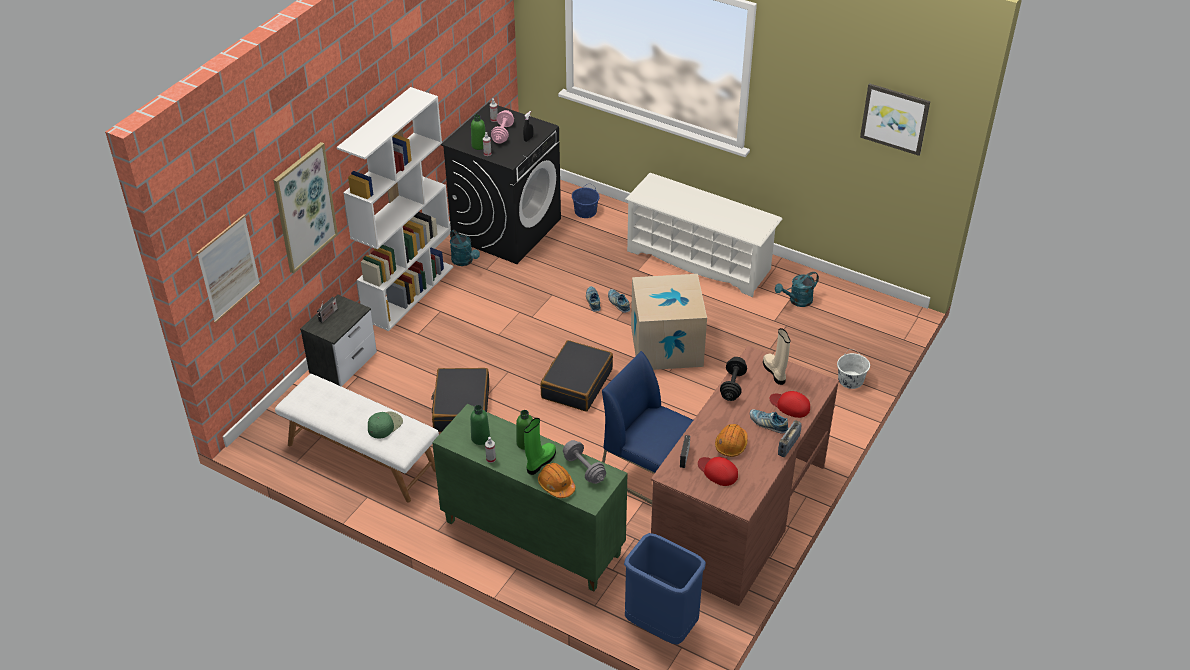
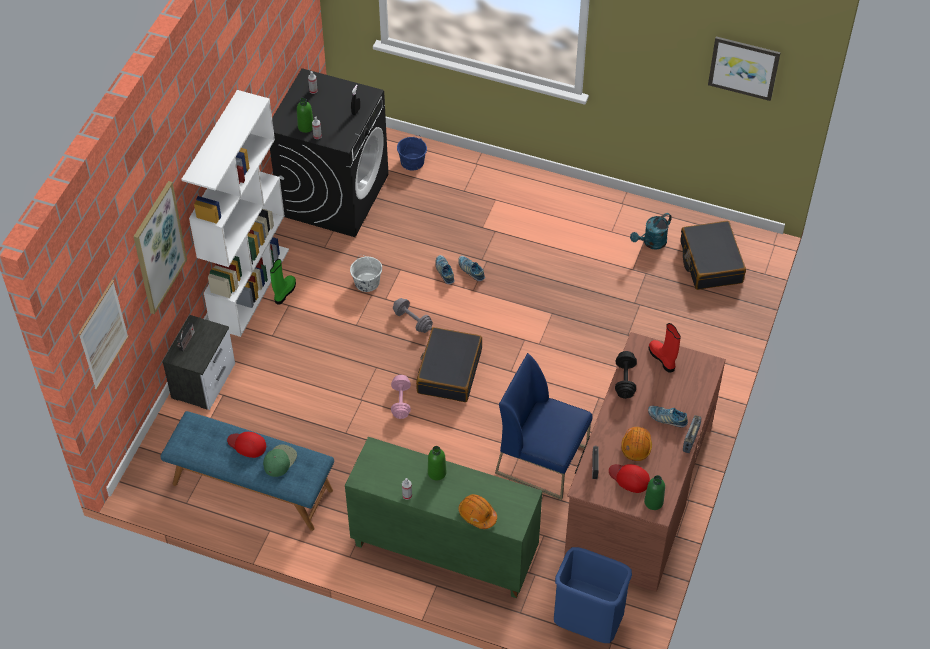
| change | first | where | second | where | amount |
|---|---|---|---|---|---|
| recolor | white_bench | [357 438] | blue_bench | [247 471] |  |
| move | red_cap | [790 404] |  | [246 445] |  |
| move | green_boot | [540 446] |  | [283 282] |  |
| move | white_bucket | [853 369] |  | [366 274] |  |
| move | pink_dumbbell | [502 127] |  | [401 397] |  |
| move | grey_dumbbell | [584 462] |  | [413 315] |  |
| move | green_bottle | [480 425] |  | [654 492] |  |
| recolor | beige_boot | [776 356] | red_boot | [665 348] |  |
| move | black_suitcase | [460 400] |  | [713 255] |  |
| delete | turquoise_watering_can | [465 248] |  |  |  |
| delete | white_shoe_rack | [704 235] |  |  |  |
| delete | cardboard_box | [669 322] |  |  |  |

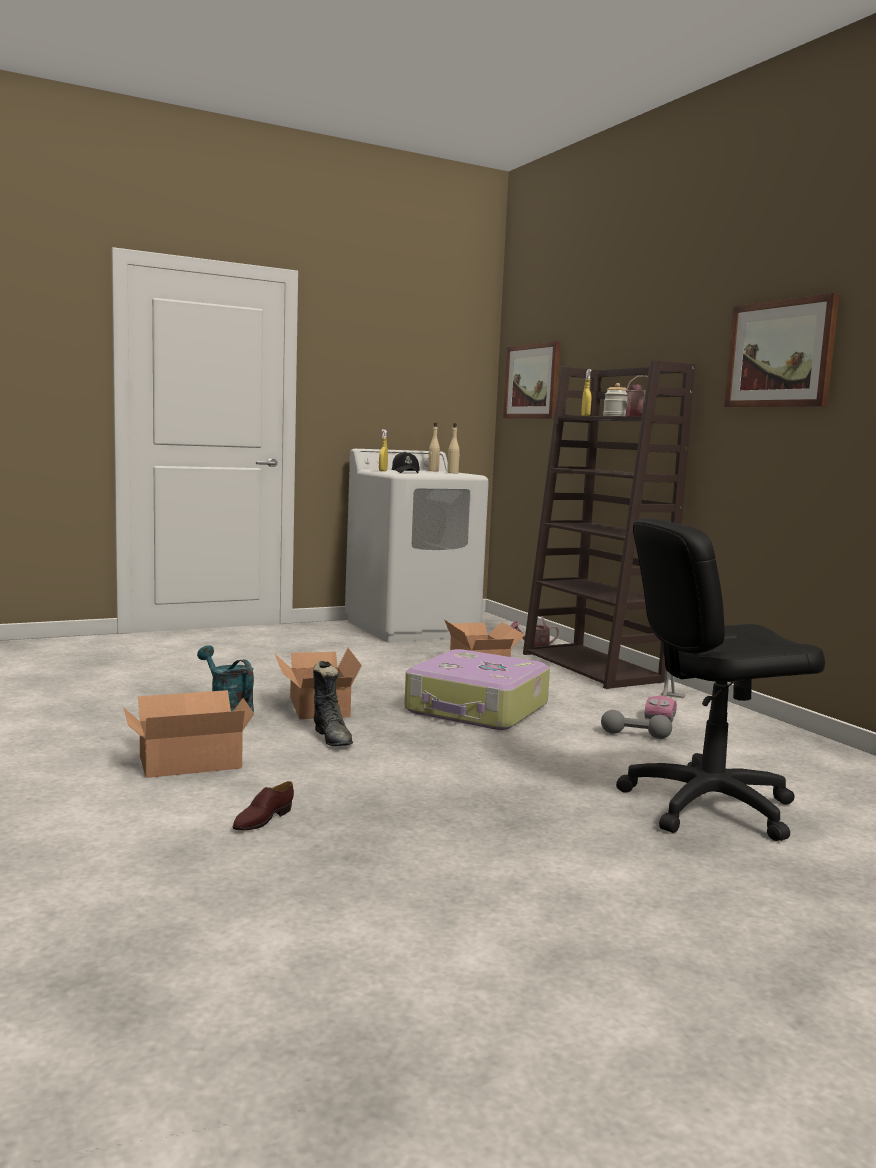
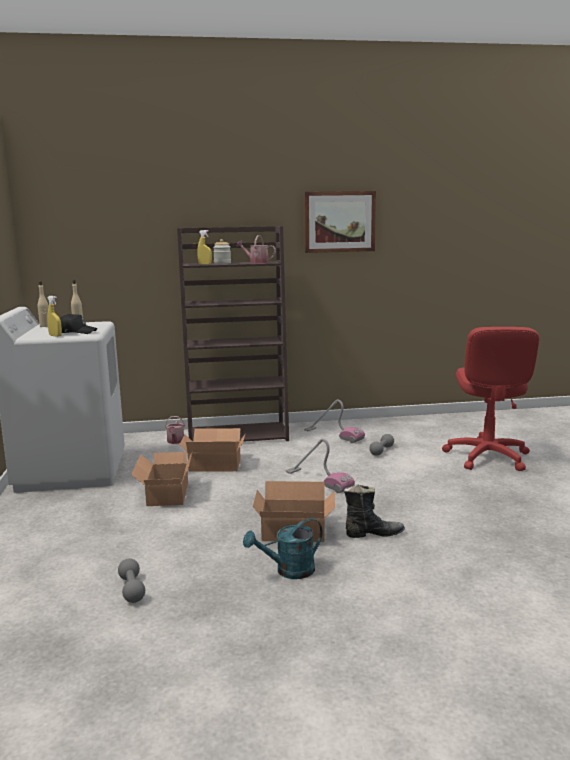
| change | first | where | second | where | amount |
|---|---|---|---|---|---|
| insert |  |  | grey_dumbbell | [131 580] |  |
| move | cardboard_box | [189 734] |  | [162 478] |  |
| replace | suitcase | [477 689] | vacuum_cleaner | [320 465] |  |
| recolor | black_office_chair | [720 679] | red_office_chair | [490 399] |  |
| delete | brown_shoe | [263 805] |  |  |  |
| delete | picture | [532 380] |  |  |  |

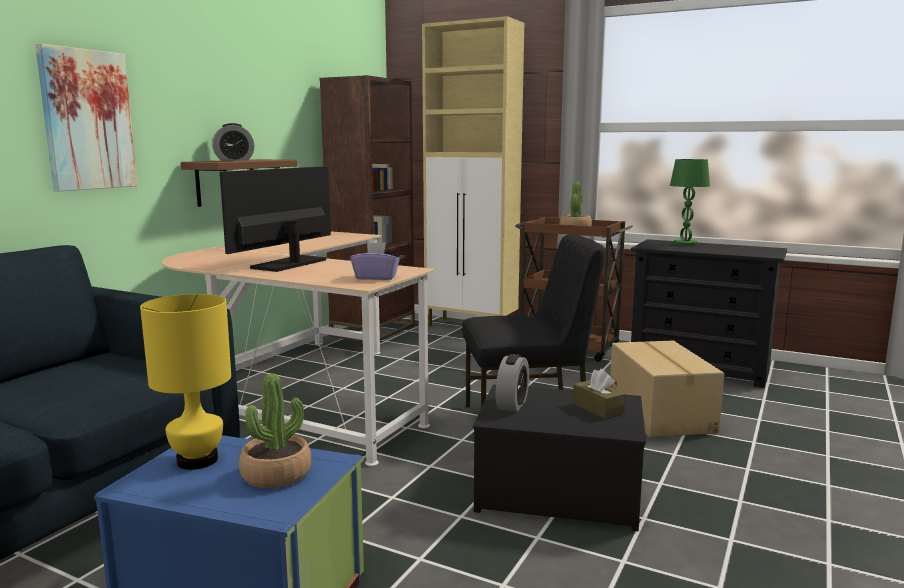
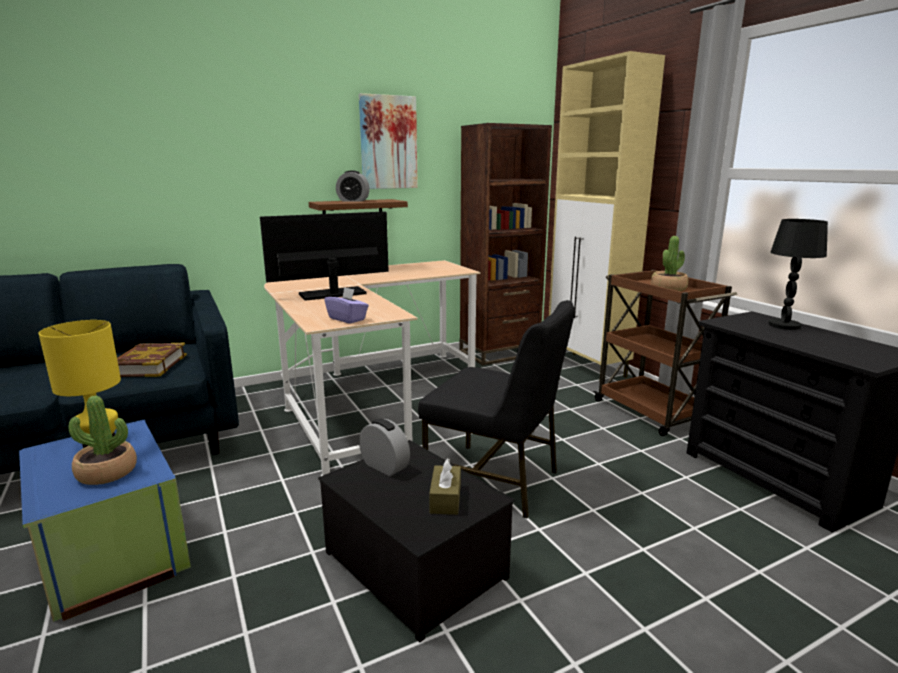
| change | first | where | second | where | amount |
|---|---|---|---|---|---|
| insert |  |  | book | [152 360] |  |
| move | picture | [86 117] |  | [388 141] |  |
| rotate | alarm_clock | [512 383] |  | [384 447] | 105 degrees counterclockwise |
| recolor | green_table_lamp | [690 202] | black_table_lamp | [798 274] |  |
| delete | cardboard_box | [667 389] |  |  |  |

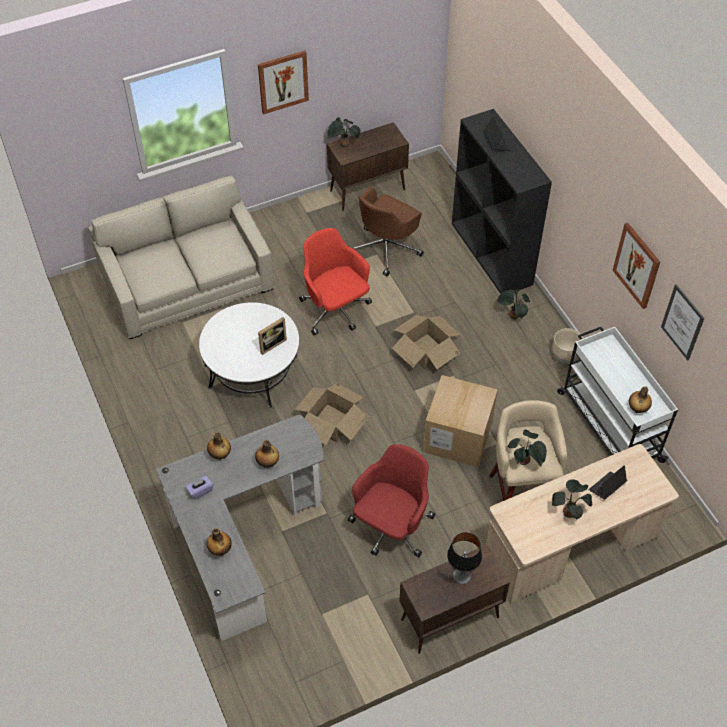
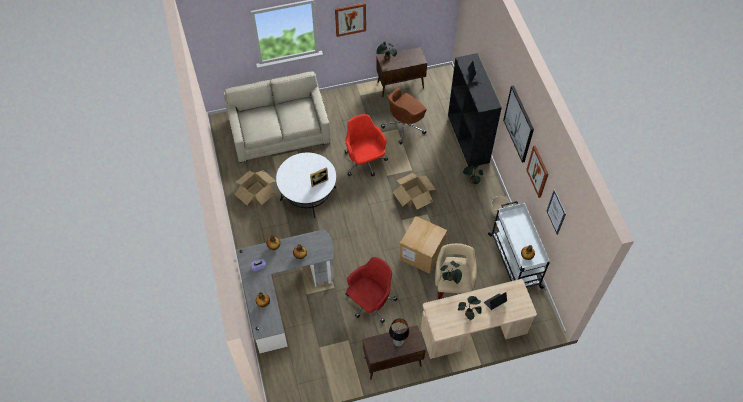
| change | first | where | second | where | amount |
|---|---|---|---|---|---|
| move | cardboard_box | [331 414] |  | [255 187] |  |
| insert |  |  | picture | [518 124] |  |

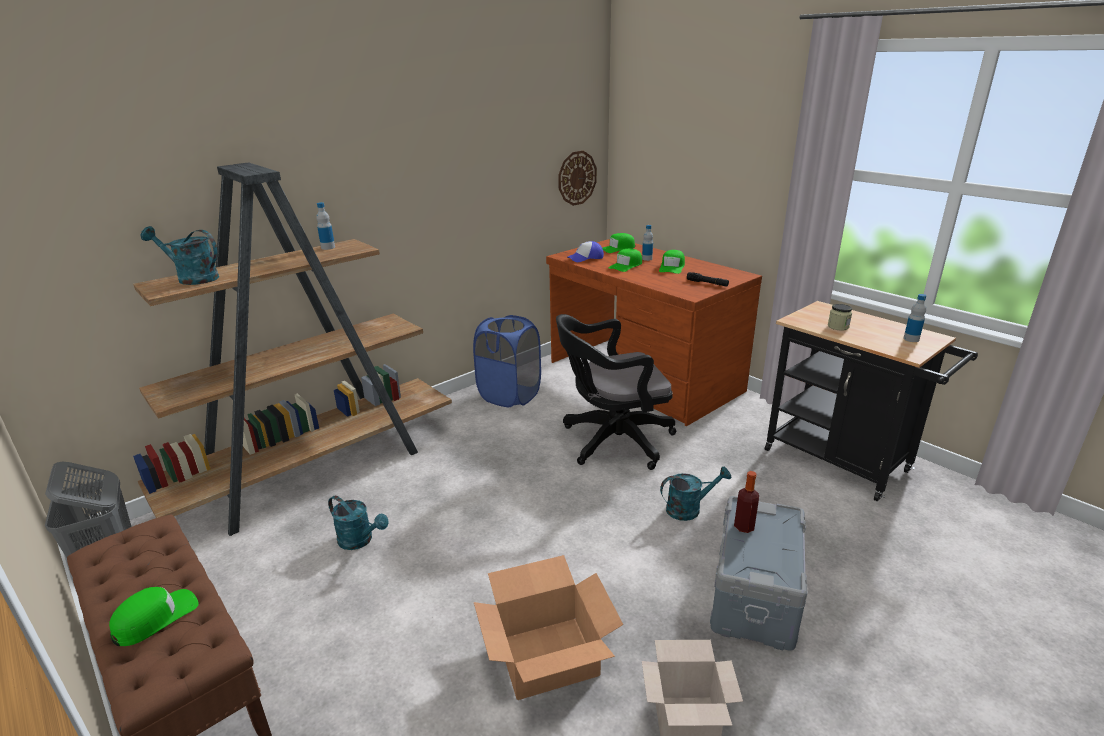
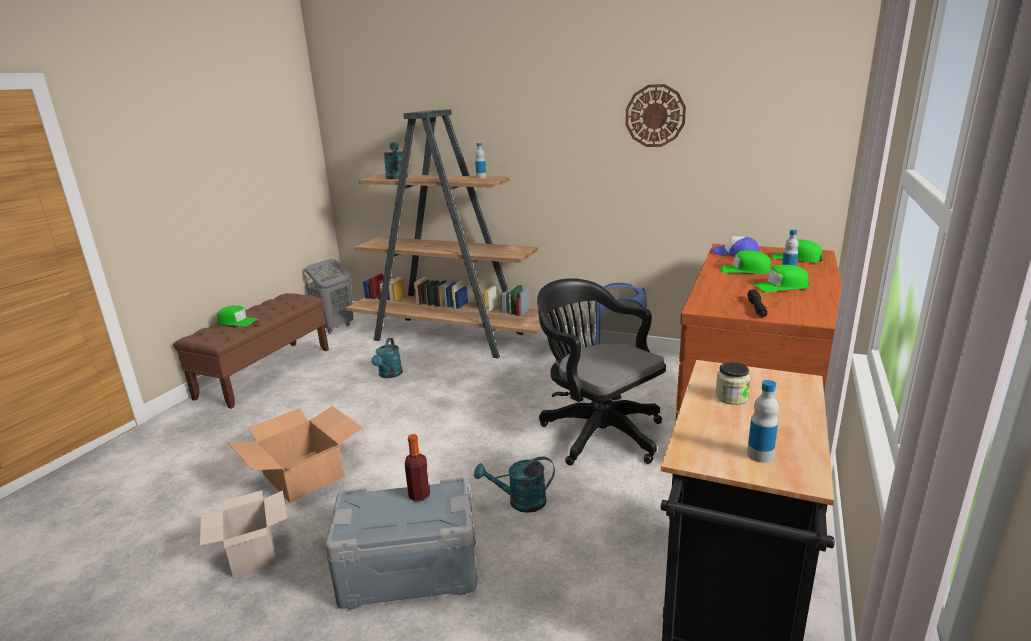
| change | first | where | second | where | amount |
|---|---|---|---|---|---|
| rotate | turquoise_watering_can | [695 493] |  | [514 484] | 120 degrees clockwise |
| move | wall_clock | [577 178] |  | [655 115] |  |

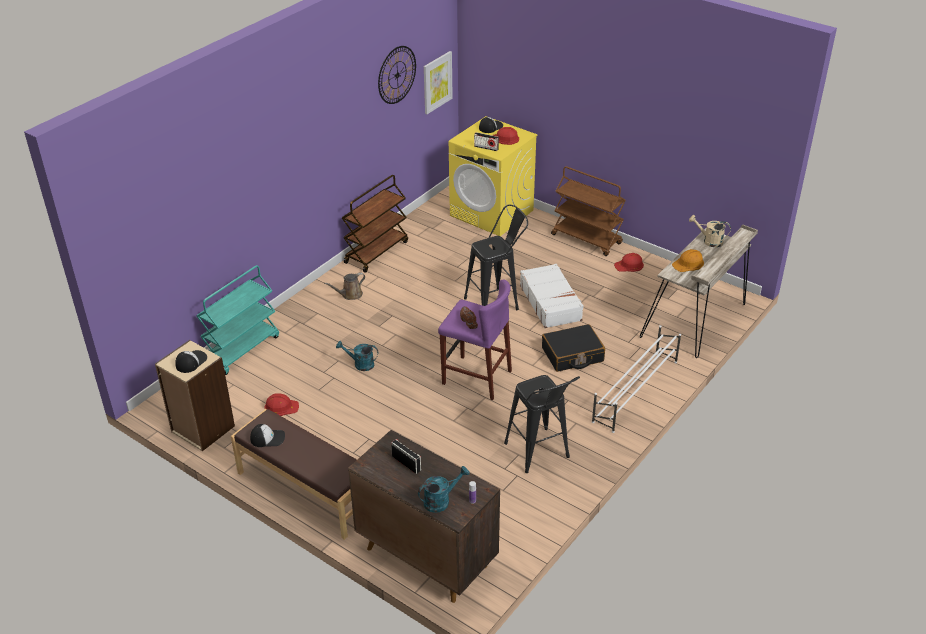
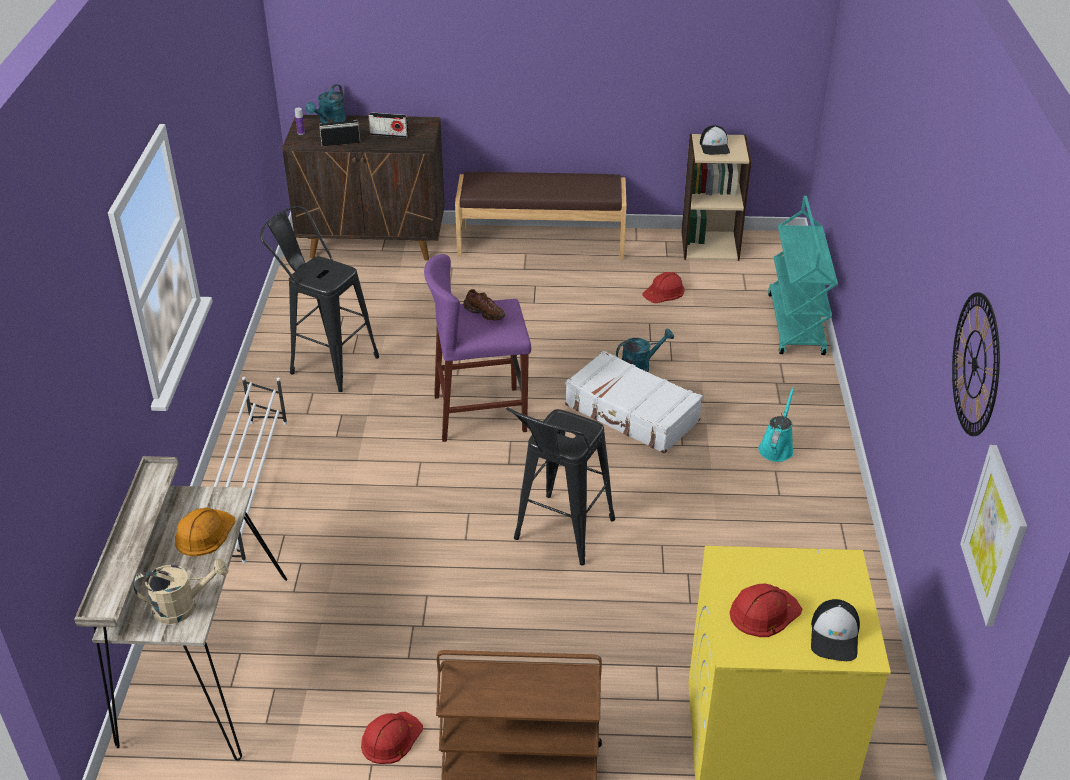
| change | first | where | second | where | amount |
|---|---|---|---|---|---|
| move | radio | [486 141] |  | [339 133] |  |
| move | white_suitcase | [552 296] |  | [634 402] |  |
| recolor | brown_watering_can | [344 286] | turquoise_watering_can | [776 424] |  |
| delete | cap | [267 435] |  |  |  |
| delete | brown_cart | [375 224] |  |  |  |
| delete | black_suitcase | [573 348] |  |  |  |

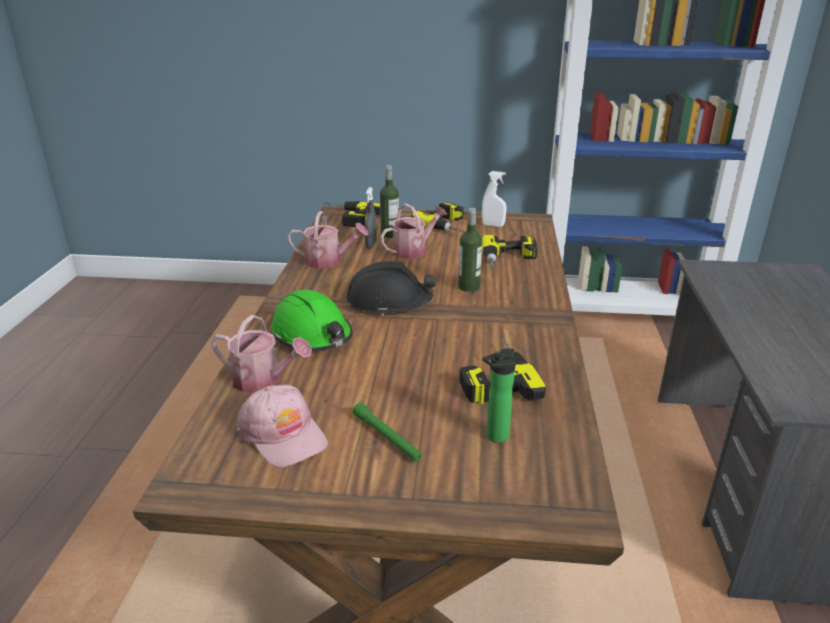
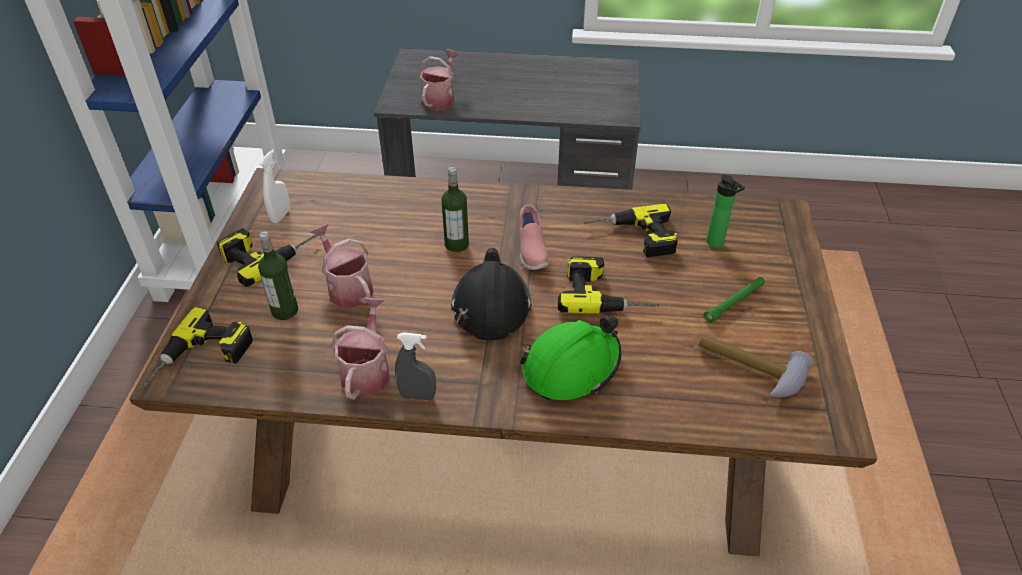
| change | first | where | second | where | amount |
|---|---|---|---|---|---|
| move | grey_spray_bottle | [371 217] |  | [415 366] |  |
| move | watering_can | [261 354] |  | [439 79] |  |
| insert |  |  | pink_shoe | [533 237] |  |
| move | power_drill | [510 252] |  | [608 285] |  |
| replace | pink_cap | [282 426] | hammer | [756 365] |  |

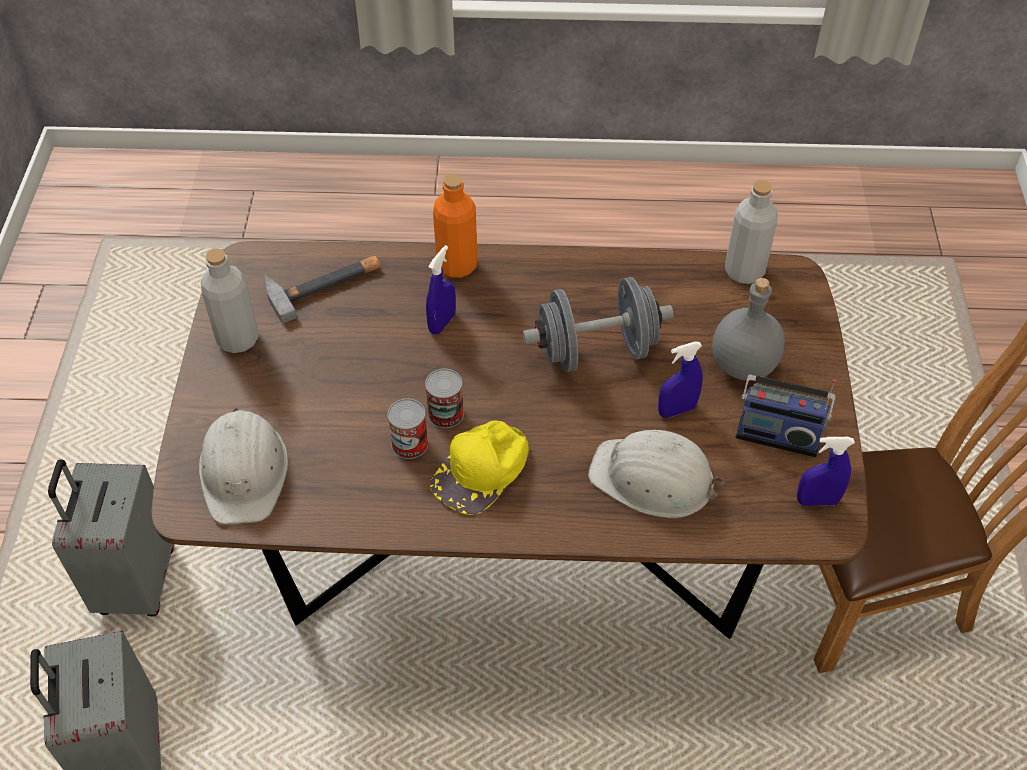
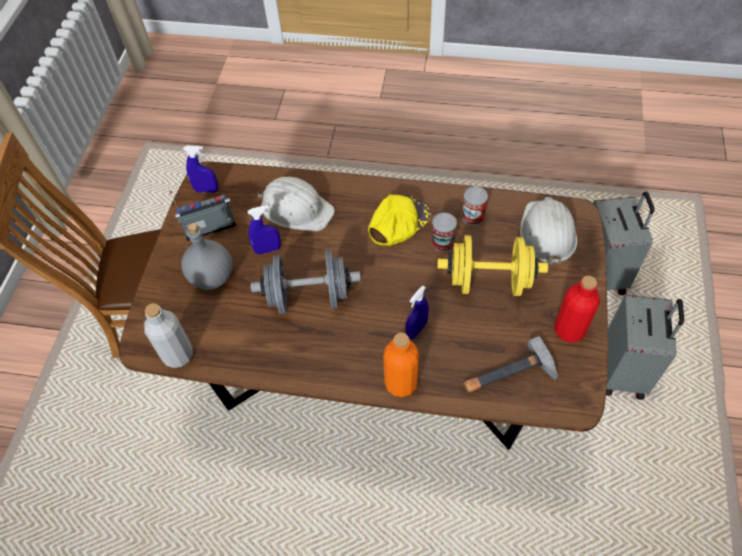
| change | first | where | second | where | amount |
|---|---|---|---|---|---|
| rotate | radio | [786 415] |  | [202 216] | 45 degrees counterclockwise |
| insert |  |  | yellow_dumbbell | [492 265] |  |
| move | can | [444 398] |  | [475 205] |  |
| recolor | grey_bottle | [230 300] | red_bottle | [577 309] |  |

